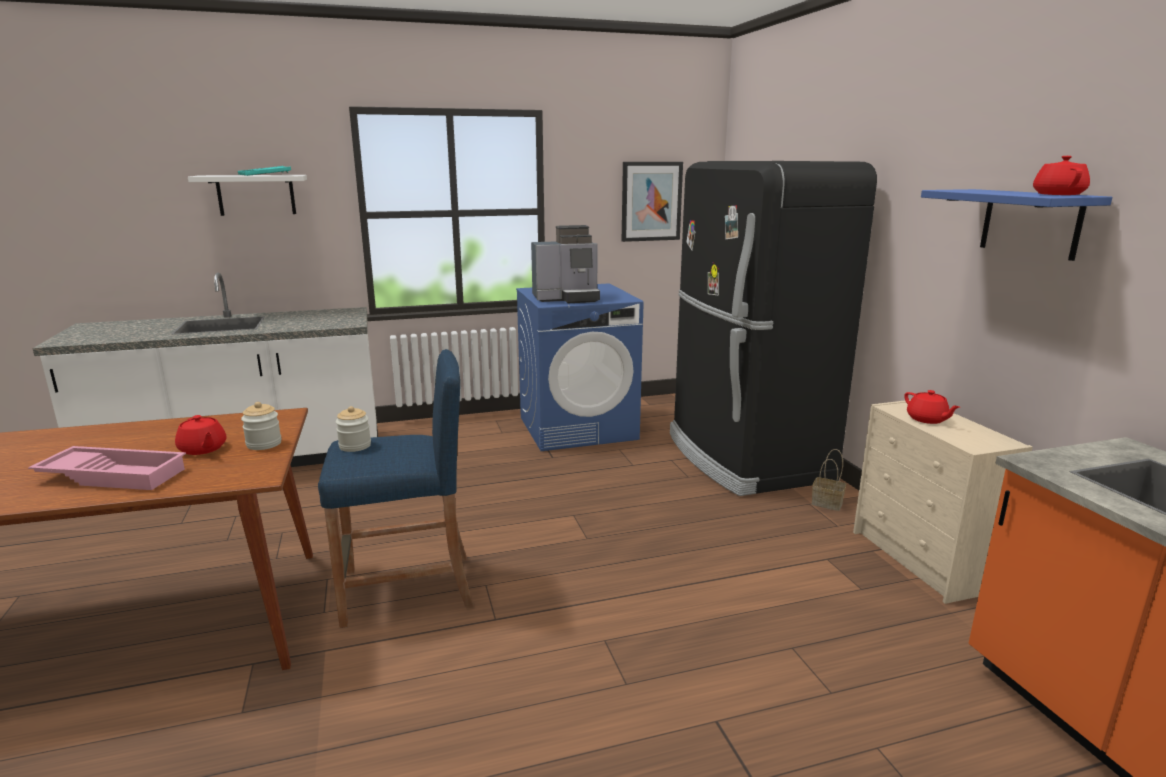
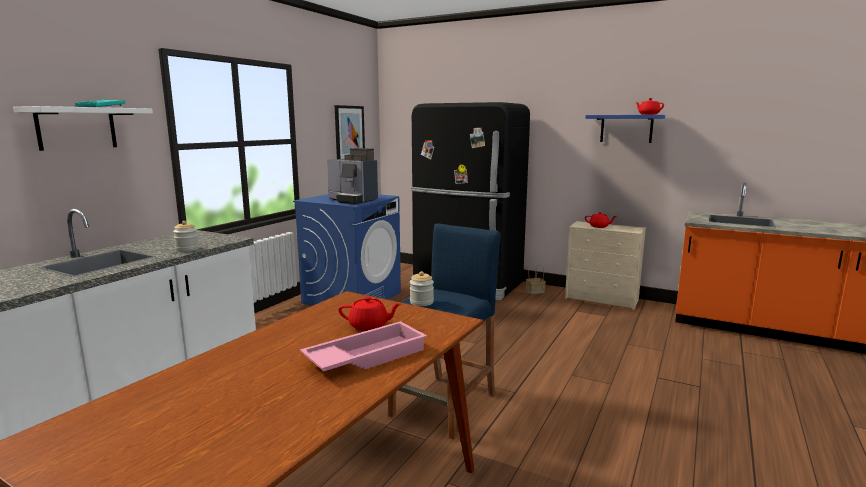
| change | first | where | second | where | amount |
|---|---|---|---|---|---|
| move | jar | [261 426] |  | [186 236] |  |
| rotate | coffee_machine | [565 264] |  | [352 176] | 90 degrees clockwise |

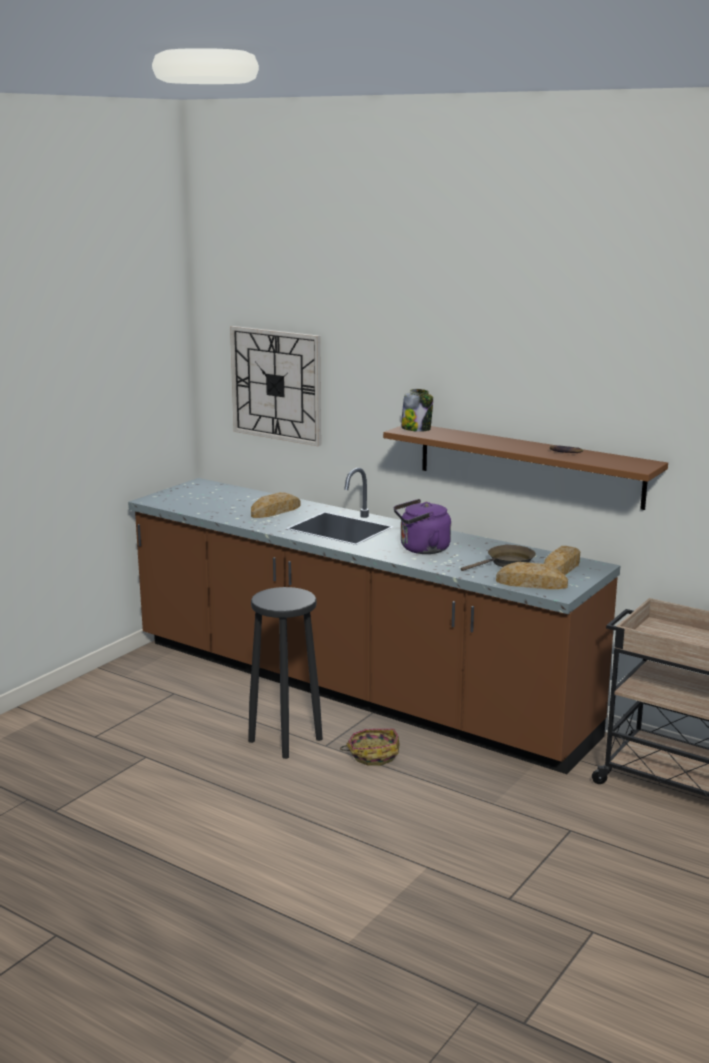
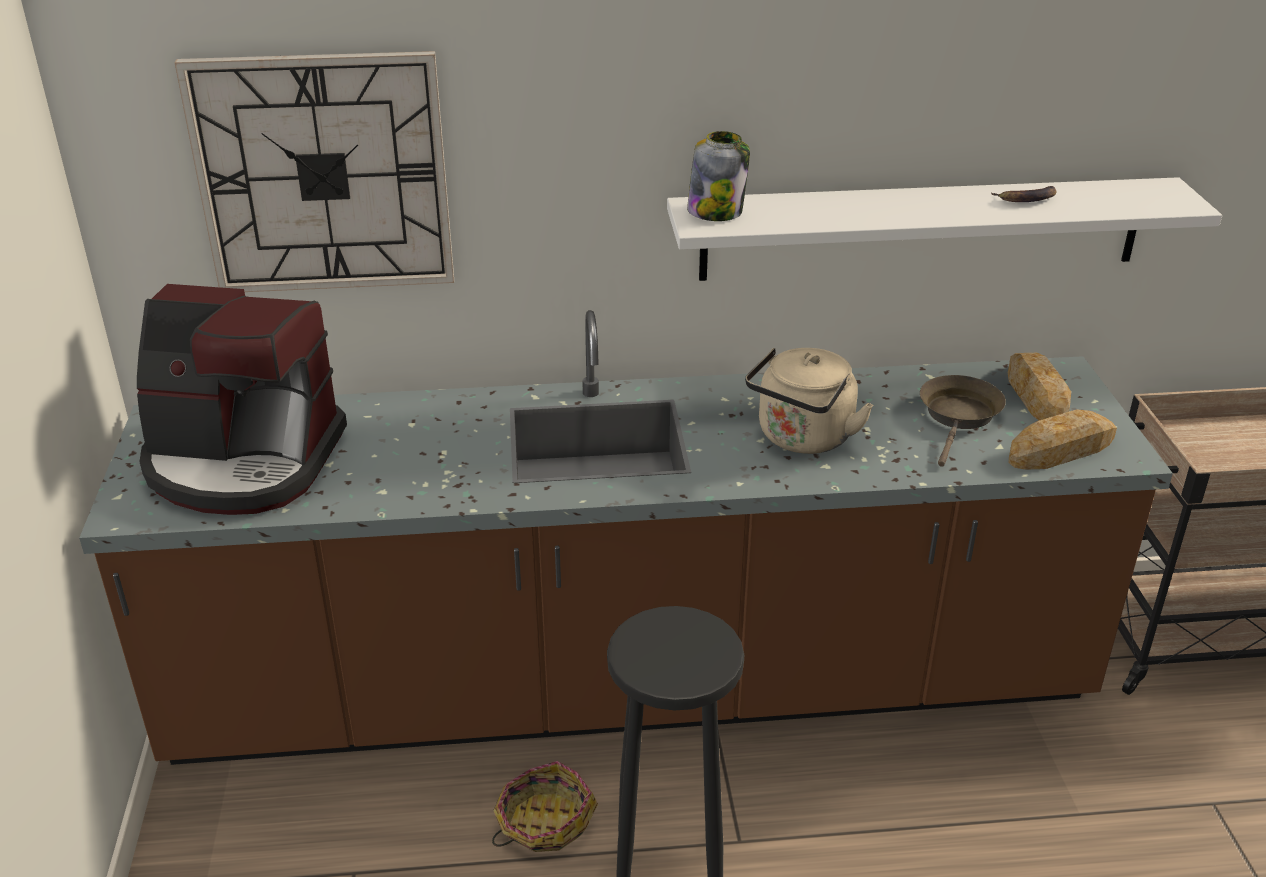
| change | first | where | second | where | amount |
|---|---|---|---|---|---|
| insert |  |  | coffee_machine | [242 399] |  |
| move | basket | [370 747] |  | [545 806] |  |
| recolor | brown_shelf | [525 468] | white_shelf | [944 229] |  |
| recolor | purple_kettle | [422 526] | beige_kettle | [809 401] |  |
| delete | bread | [276 505] |  |  |  |

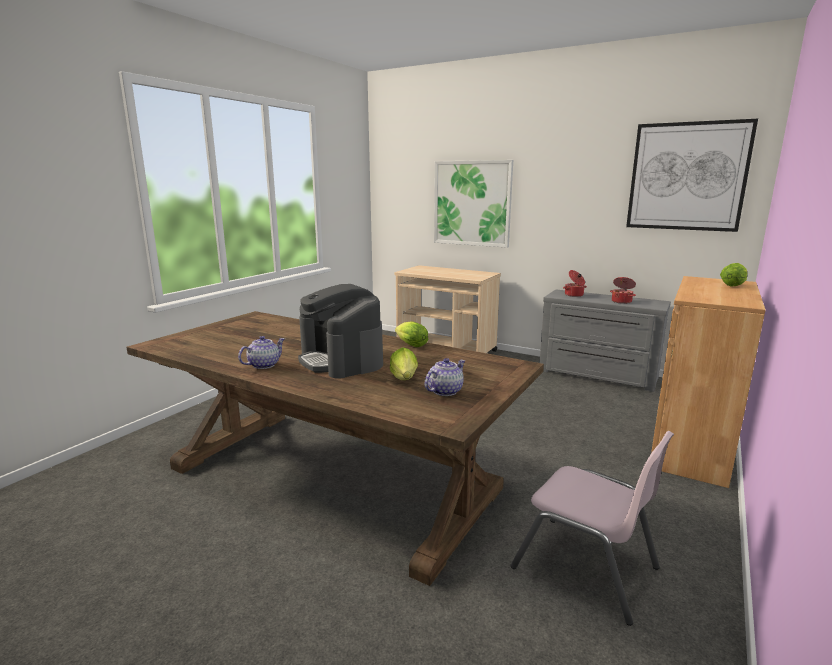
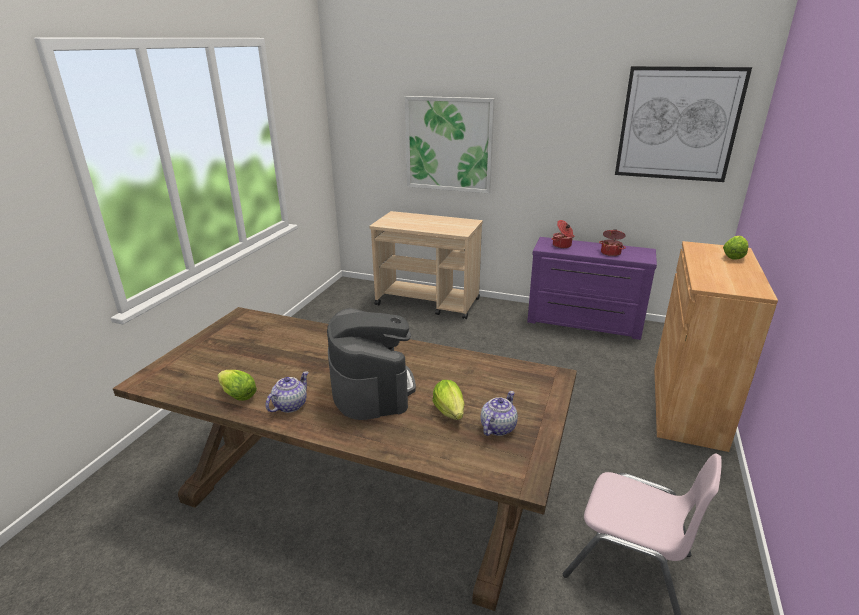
| change | first | where | second | where | amount |
|---|---|---|---|---|---|
| move | lettuce | [411 334] |  | [237 385] |  |
| rotate | coffee_machine | [340 331] |  | [371 364] | 150 degrees counterclockwise |
| recolor | grey_dresser | [605 340] | purple_dresser | [592 288] |  |

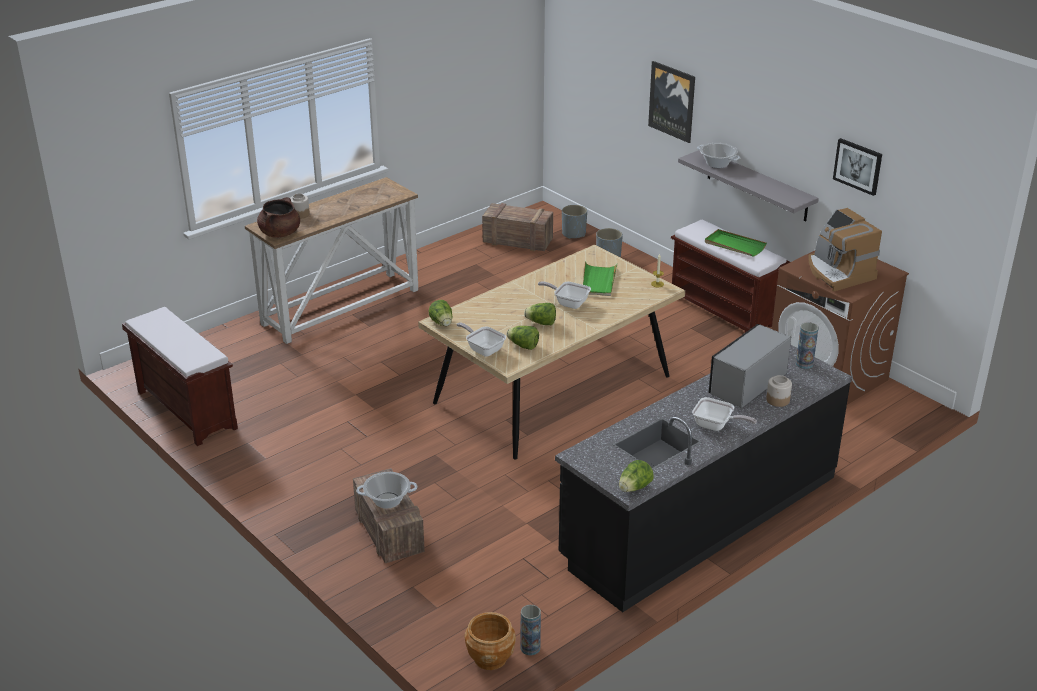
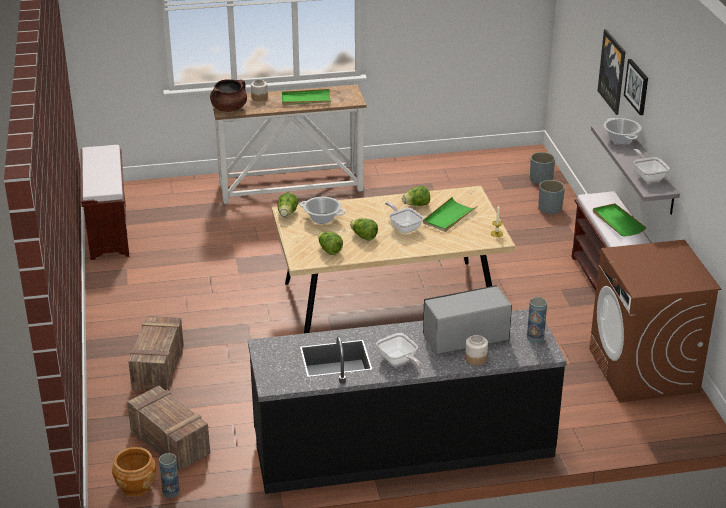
| change | first | where | second | where | amount |
|---|---|---|---|---|---|
| move | crate | [517 227] |  | [168 428] |  |
| insert |  |  | green_tray | [306 97] |  |
| move | cooking_pot | [387 490] |  | [322 210] |  |
| move | lettuce | [636 476] |  | [416 196] |  |
| move | picture | [857 167] |  | [636 87] |  |
| move | frying_pan | [481 340] |  | [651 165] |  |
| delete | coffee_machine | [845 250] |  |  |  |

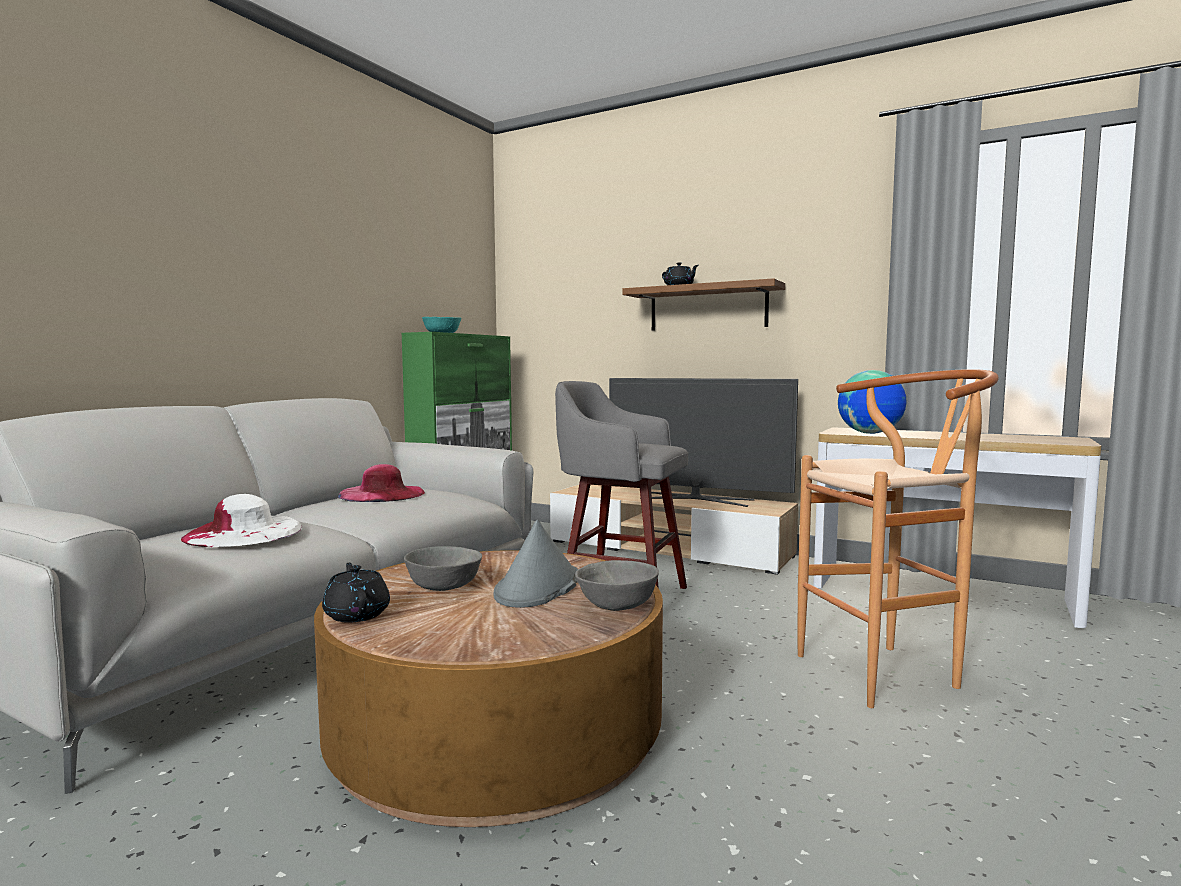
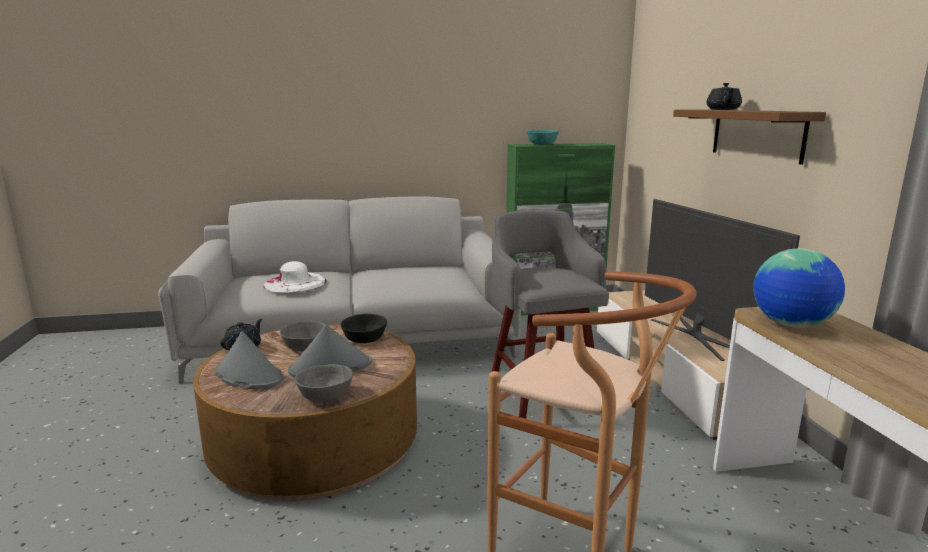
| change | first | where | second | where | amount |
|---|---|---|---|---|---|
| insert |  |  | grey_hat | [249 360] |  |
| insert |  |  | black_bowl | [364 328] |  |
| delete | pink_hat | [381 483] |  |  |  |

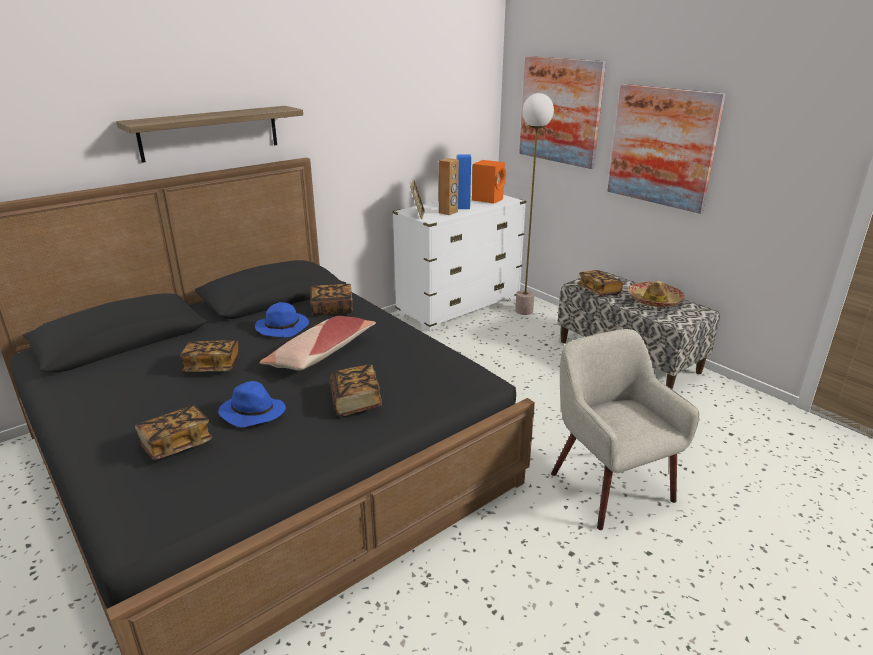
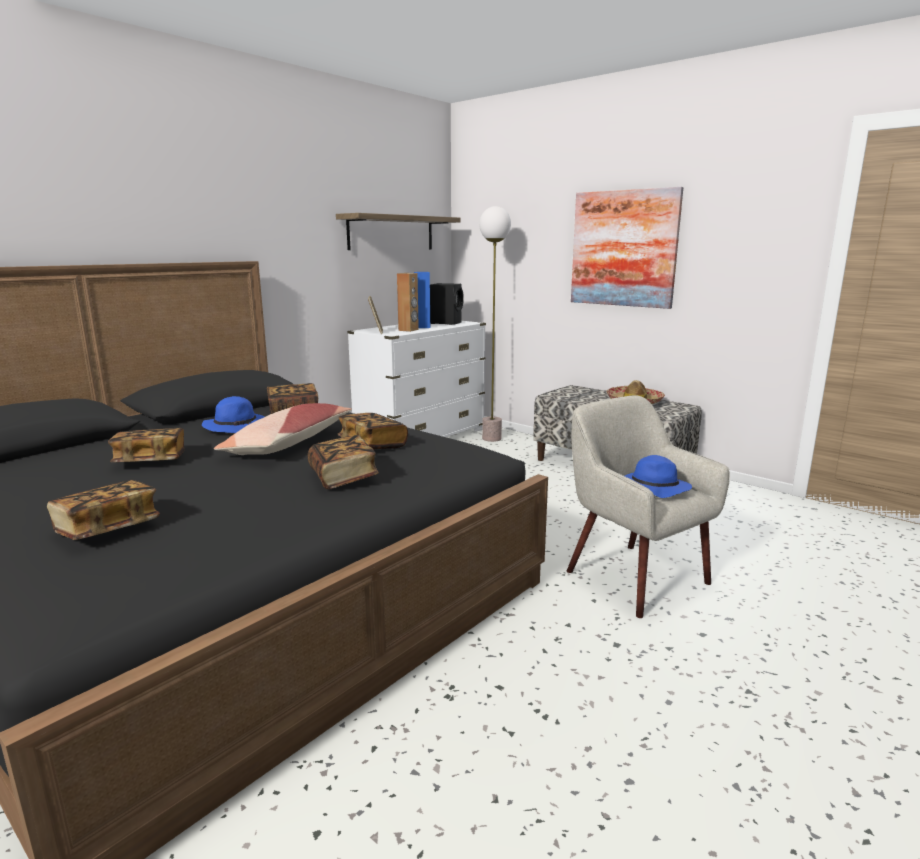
| change | first | where | second | where | amount |
|---|---|---|---|---|---|
| move | shelf | [209 134] |  | [398 231] |  |
| move | book | [600 283] |  | [372 431] |  |
| recolor | orange_speaker | [489 182] | black_speaker | [446 304] |  |
| move | blue_hat | [252 404] |  | [658 476] |  |
| delete | picture | [562 112] |  |  |  |

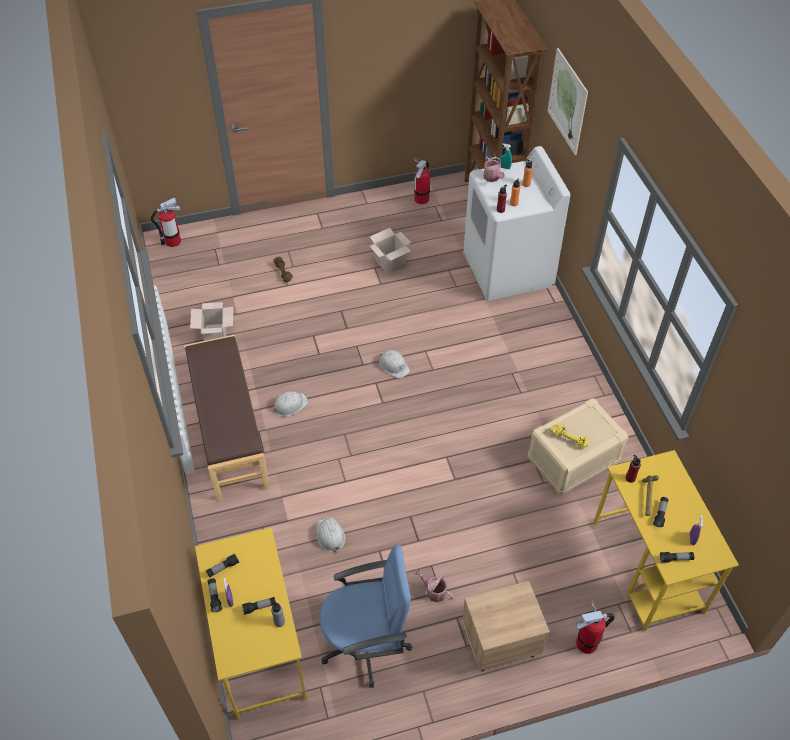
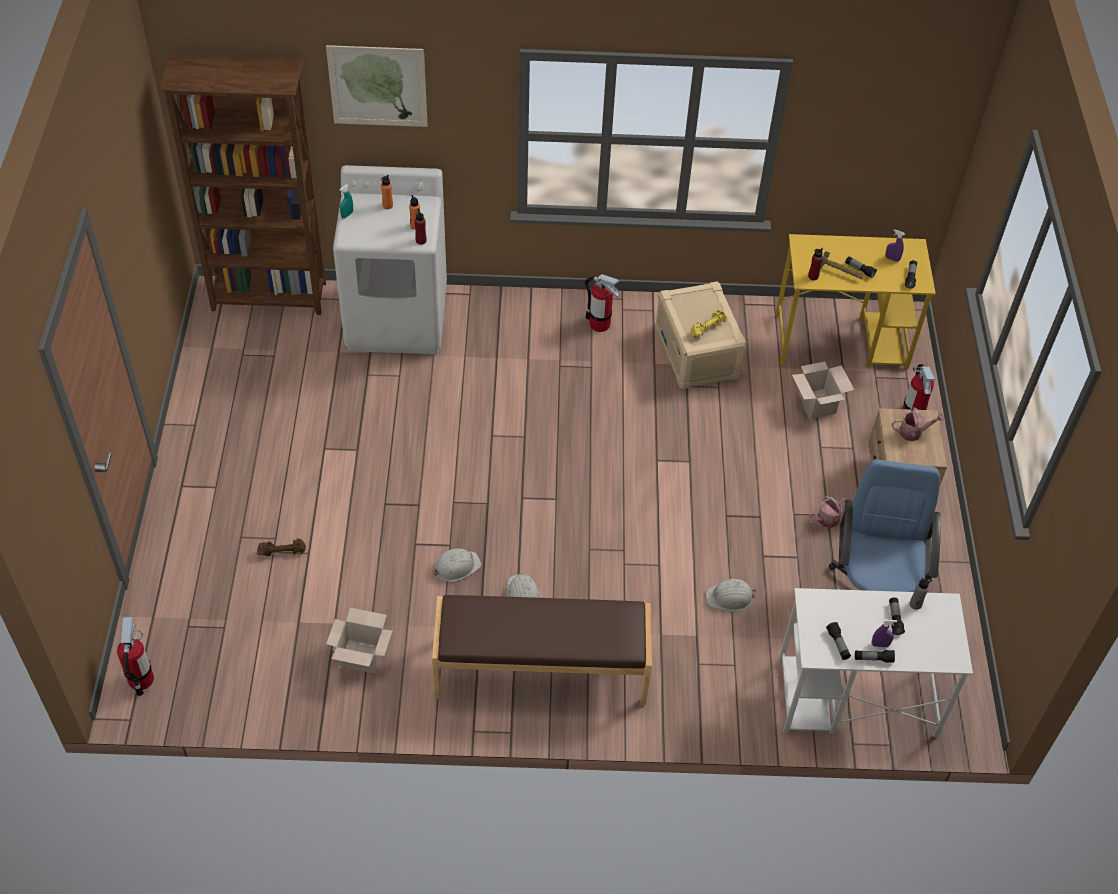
| change | first | where | second | where | amount |
|---|---|---|---|---|---|
| move | white_hard_hat | [394 364] |  | [457 565] |  |
| move | fire_extinguisher | [421 181] |  | [602 303] |  |
| recolor | yellow_desk | [251 623] | white_desk | [875 662] |  |
| move | cardboard_box | [390 250] |  | [823 390] |  |
| move | watering_can | [494 169] |  | [917 424] |  |

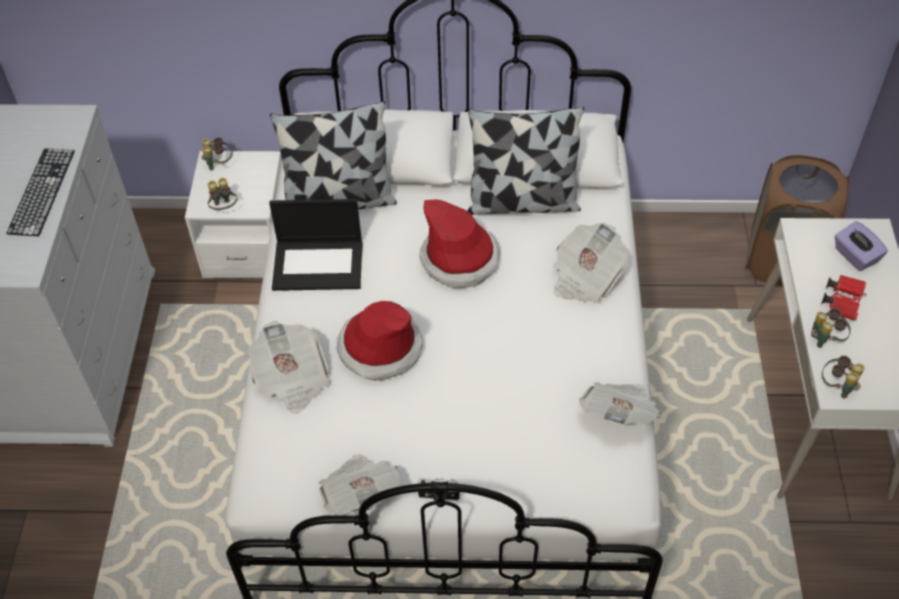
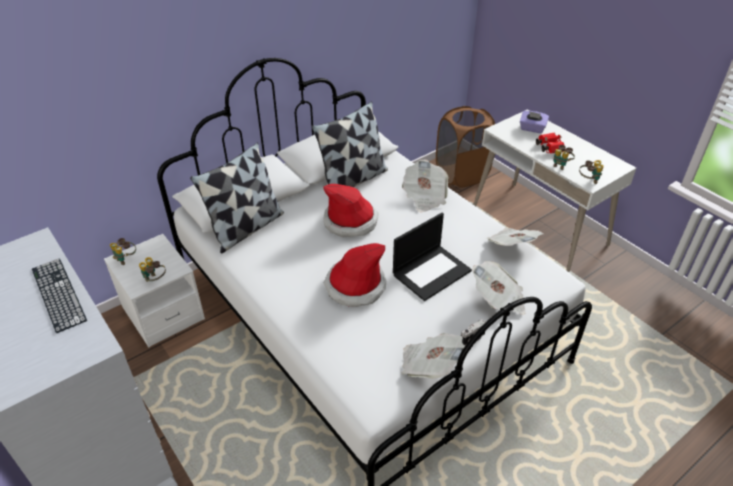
| change | first | where | second | where | amount |
|---|---|---|---|---|---|
| move | laptop | [316 245] |  | [432 257] |  |
| move | newspaper | [289 367] |  | [499 288] |  |

